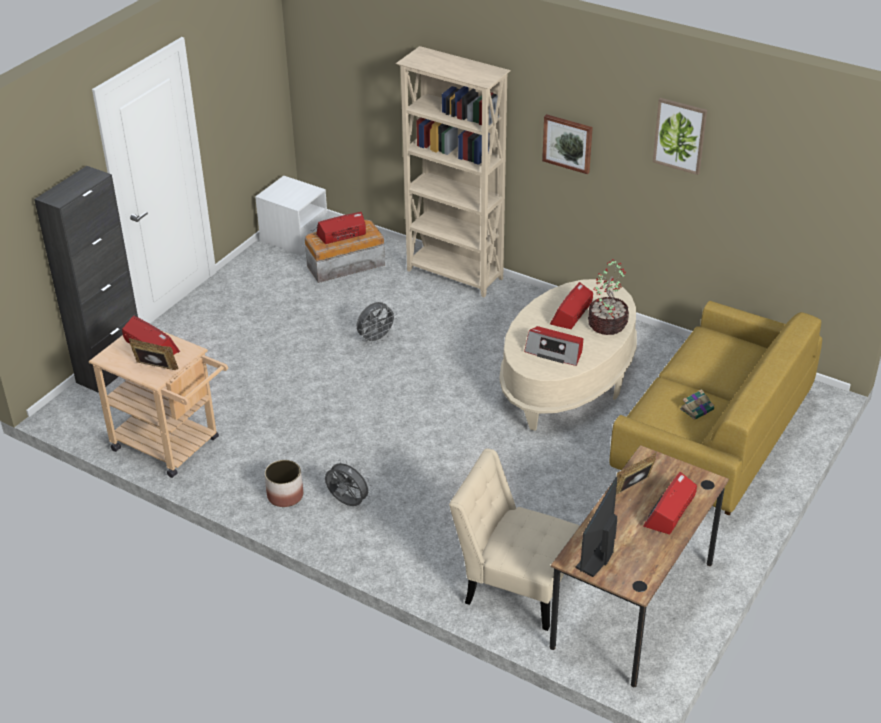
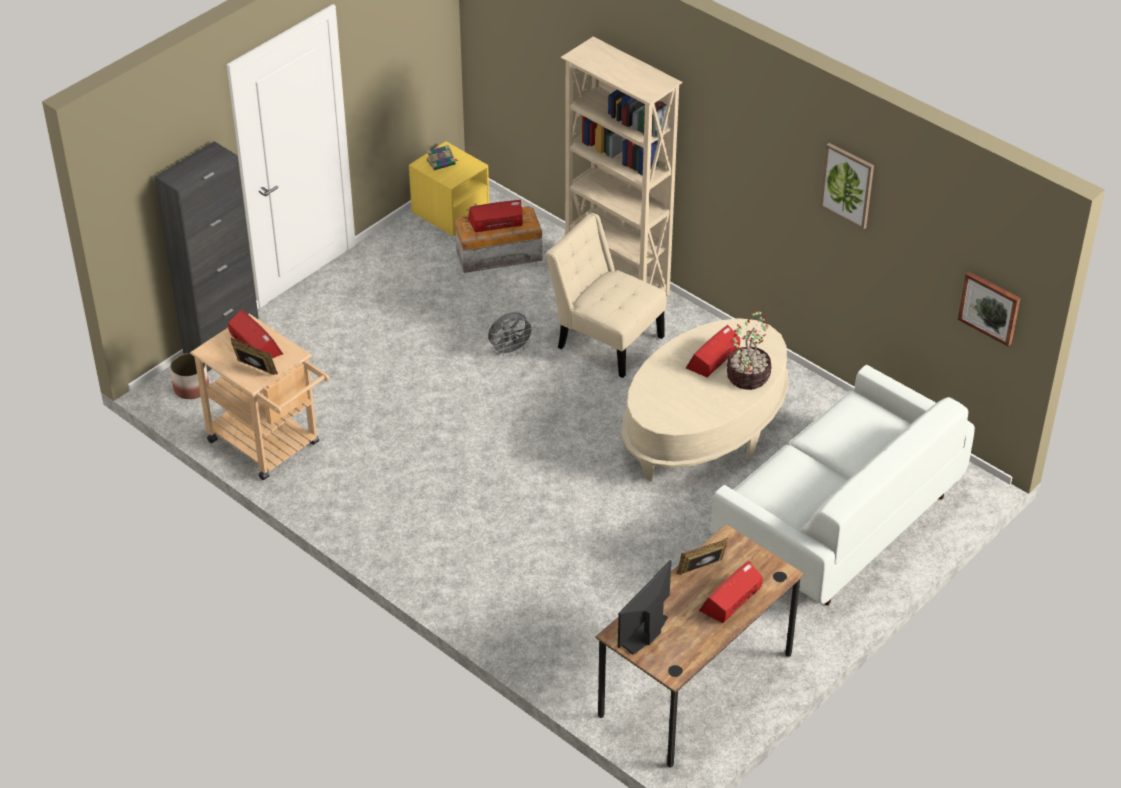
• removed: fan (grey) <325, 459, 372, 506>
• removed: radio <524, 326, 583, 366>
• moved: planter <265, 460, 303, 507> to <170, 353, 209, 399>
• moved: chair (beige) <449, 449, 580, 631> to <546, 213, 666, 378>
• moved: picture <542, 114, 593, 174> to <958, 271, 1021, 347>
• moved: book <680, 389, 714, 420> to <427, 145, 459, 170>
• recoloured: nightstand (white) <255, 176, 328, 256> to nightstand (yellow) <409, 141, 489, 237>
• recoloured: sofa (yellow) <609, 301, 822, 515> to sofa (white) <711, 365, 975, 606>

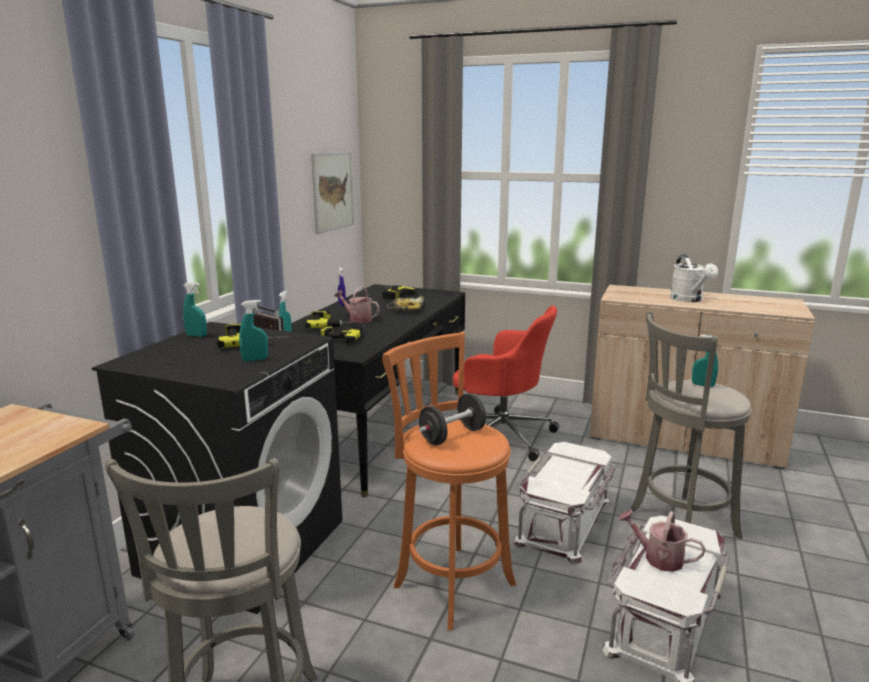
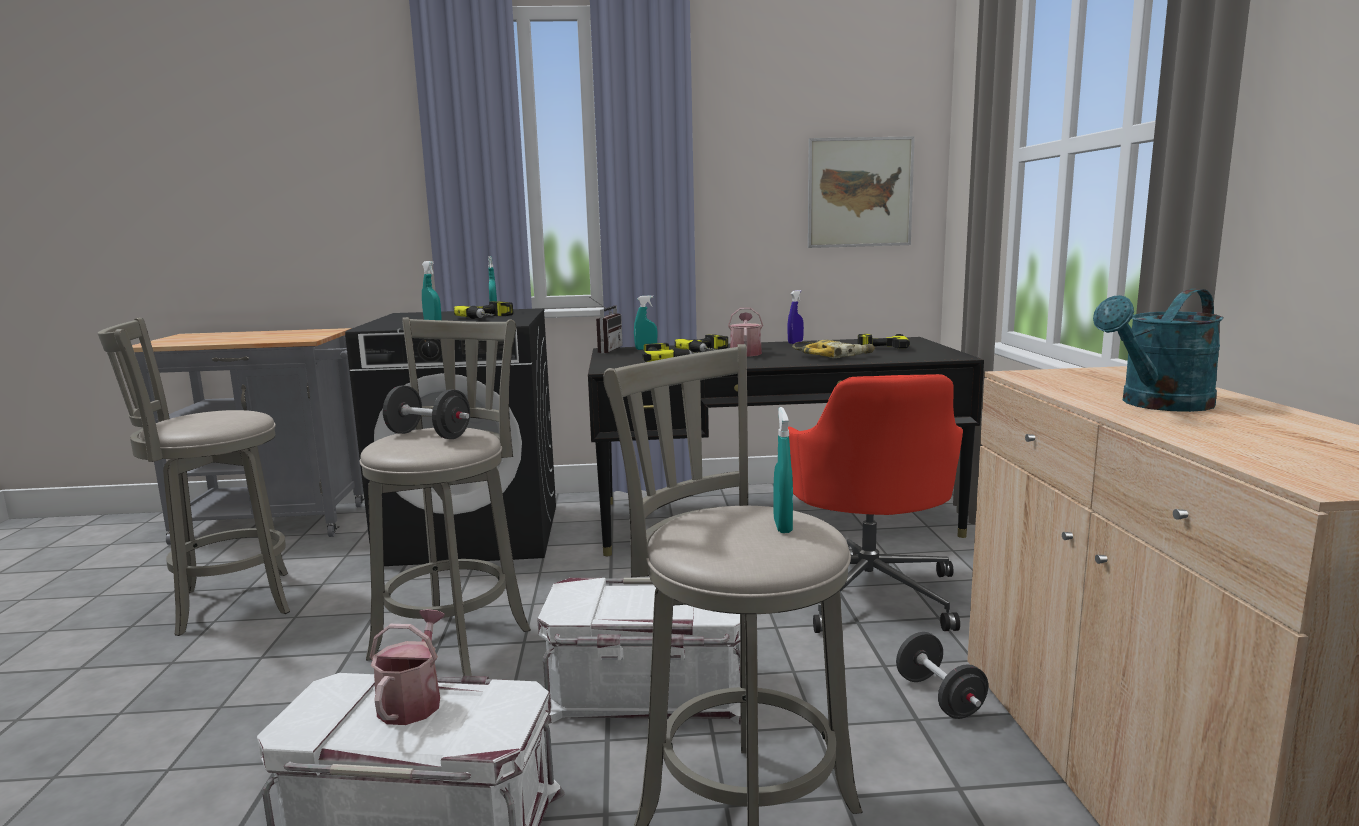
• added: dumbbell (black) <896, 632, 988, 719>
• recoloured: stool (orange) <382, 332, 516, 630> to stool (grey) <360, 317, 531, 676>
• recoloured: watering can (white) <670, 255, 718, 302> to watering can (turquoise) <1093, 289, 1223, 412>

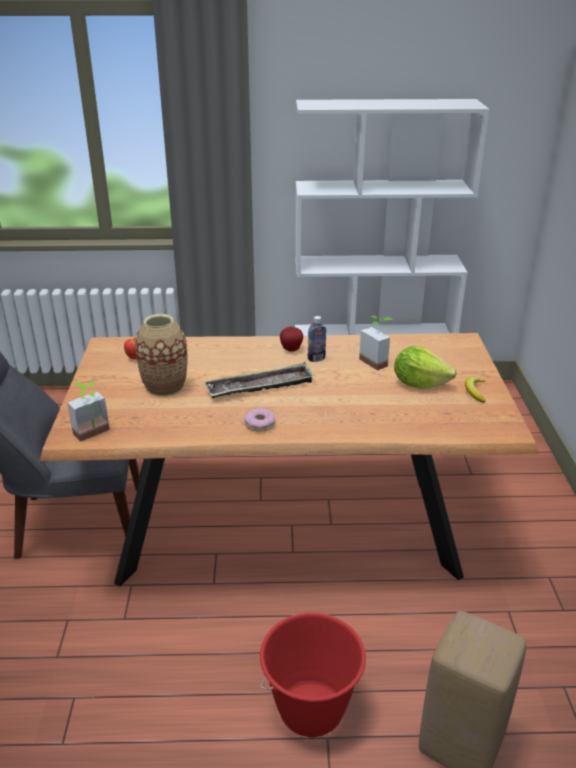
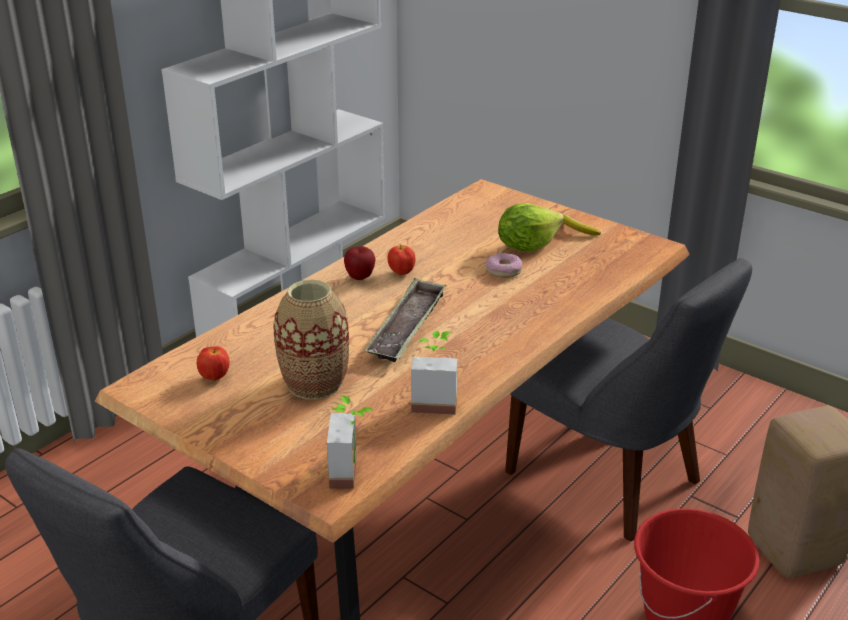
• added: chair (grey) <505, 258, 752, 541>
• moved: donut <244, 408, 275, 432> to <486, 253, 522, 278>
• moved: potted plant <359, 316, 393, 370> to <411, 331, 457, 415>
• replaced: bottle <308, 316, 326, 362> to apple <387, 245, 415, 275>

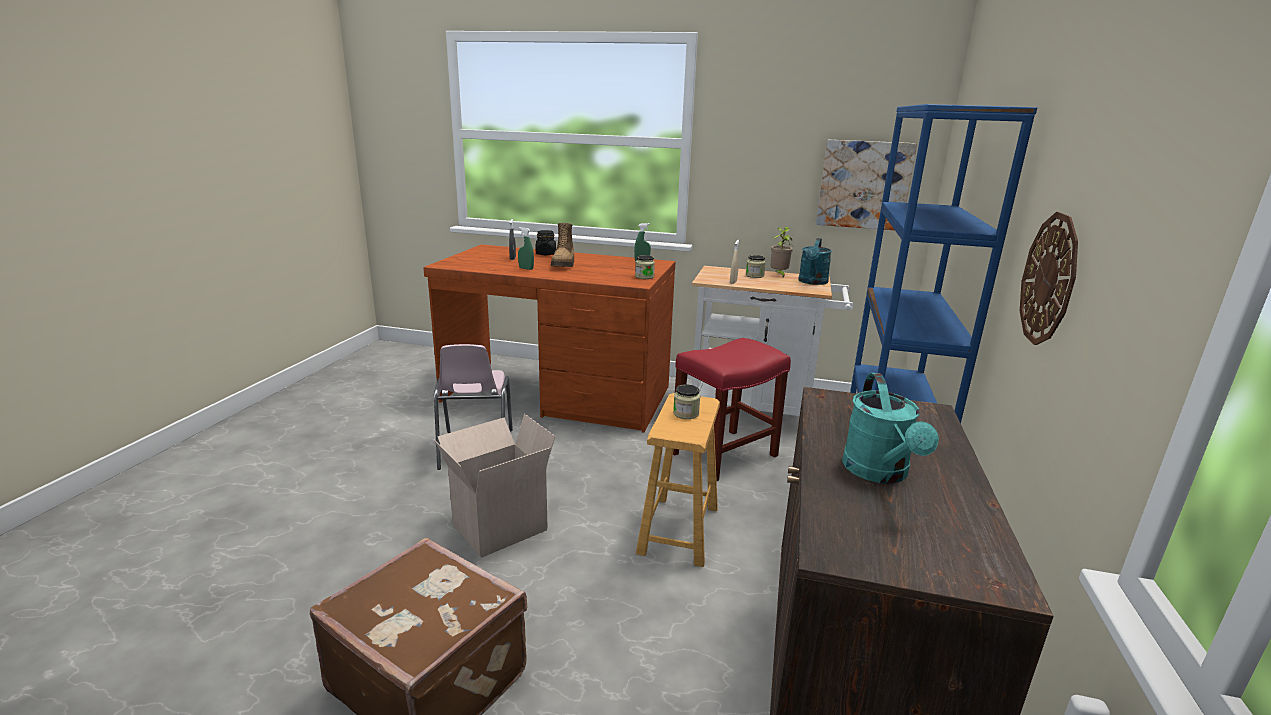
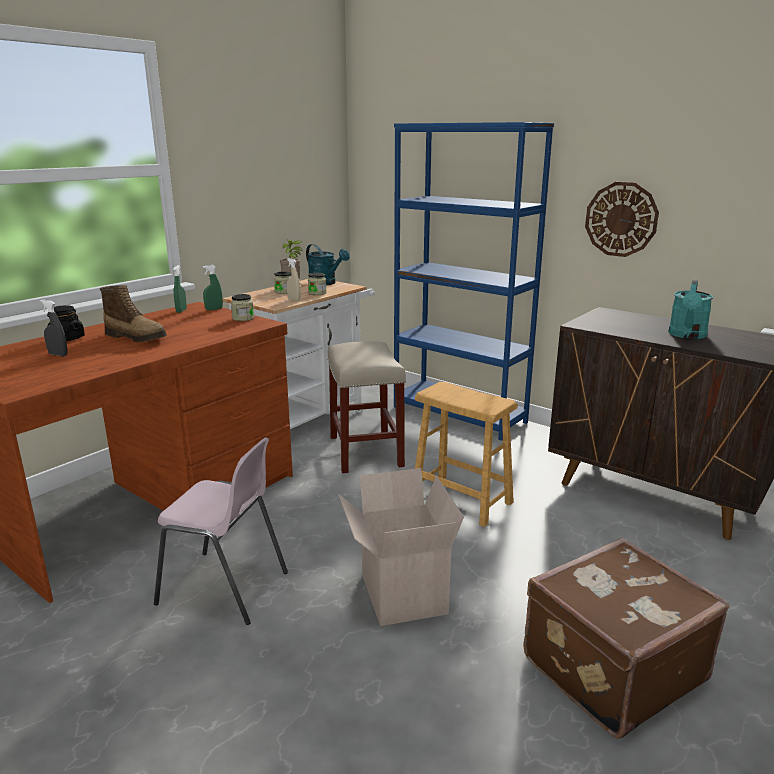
• removed: picture <816, 140, 917, 230>
• moved: spray bottle (green) <518, 227, 534, 270> to <203, 265, 223, 310>
• moved: jar <673, 384, 700, 419> to <308, 273, 327, 295>
• recoloured: stool (red) <673, 338, 791, 481> to stool (beige) <327, 341, 406, 473>
• turned: watering can (turquoise) <842, 373, 939, 484> = <668, 280, 713, 339> 90 degrees clockwise

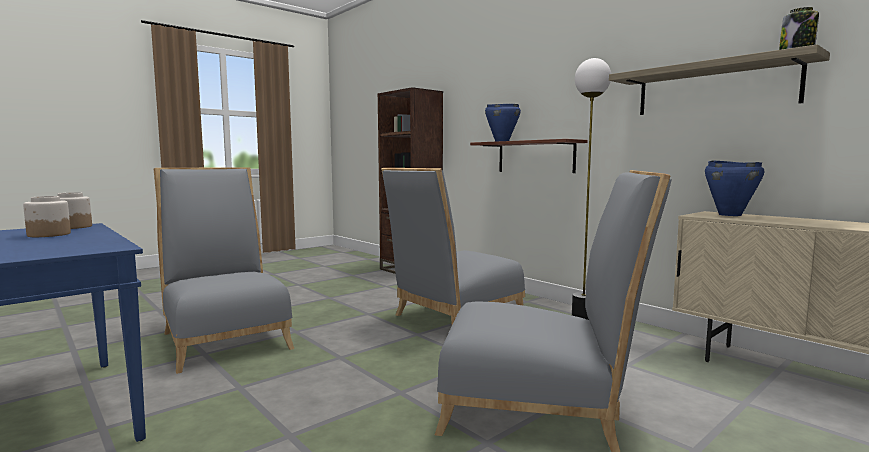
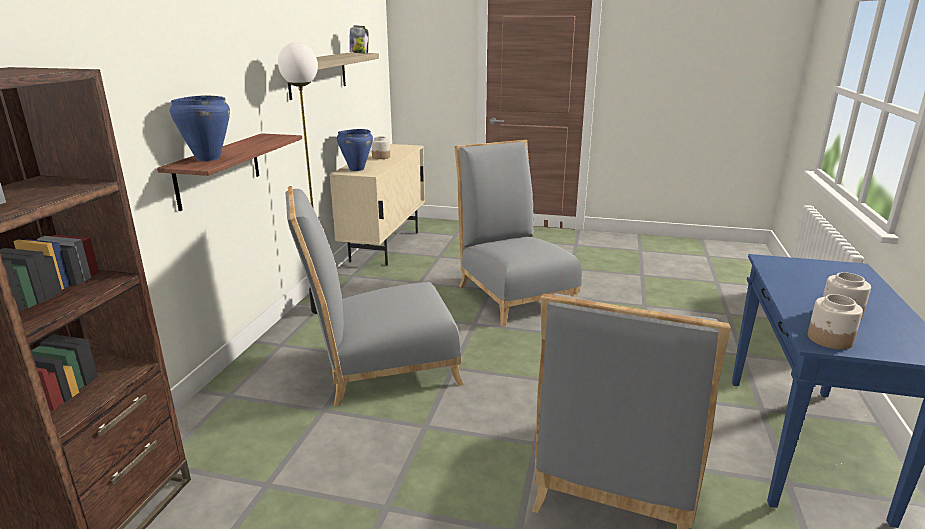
• added: jar <371, 136, 390, 159>
• turned: chair (grey) <381, 168, 525, 325> = <286, 186, 464, 406> 150 degrees clockwise

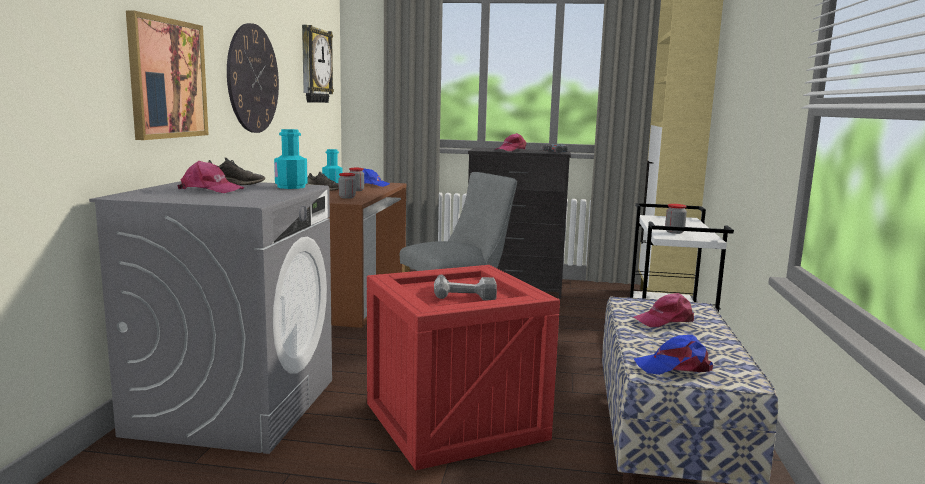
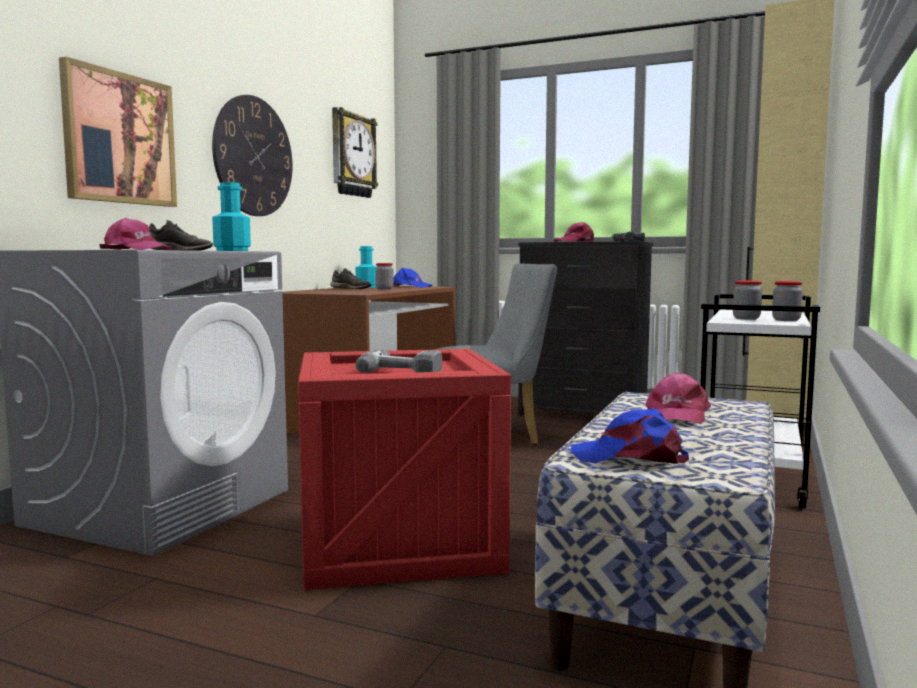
• moved: jar <339, 173, 356, 199> to <772, 281, 803, 321>
• turned: cap (pink) <633, 293, 694, 327> = <645, 372, 711, 424> 75 degrees counterclockwise

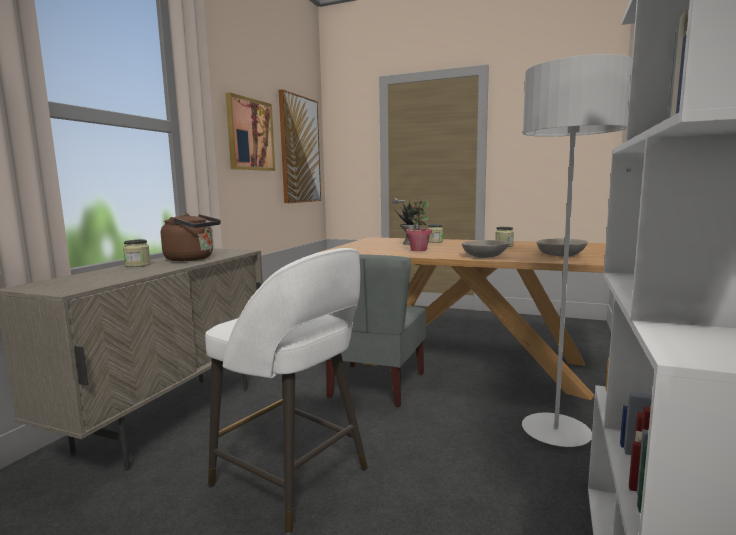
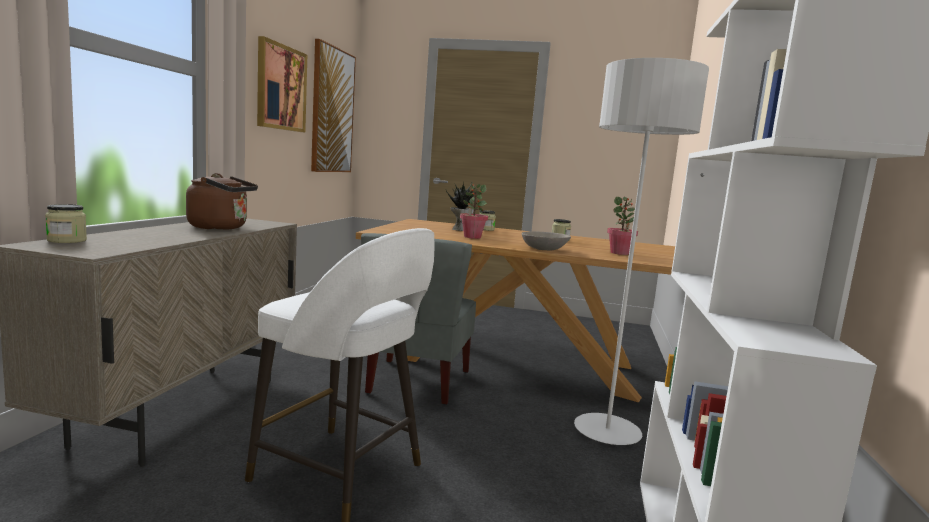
• moved: jar <123, 240, 151, 267> to <45, 204, 87, 243>
• replaced: bowl (grey) <537, 238, 588, 257> to potted plant <607, 197, 638, 255>

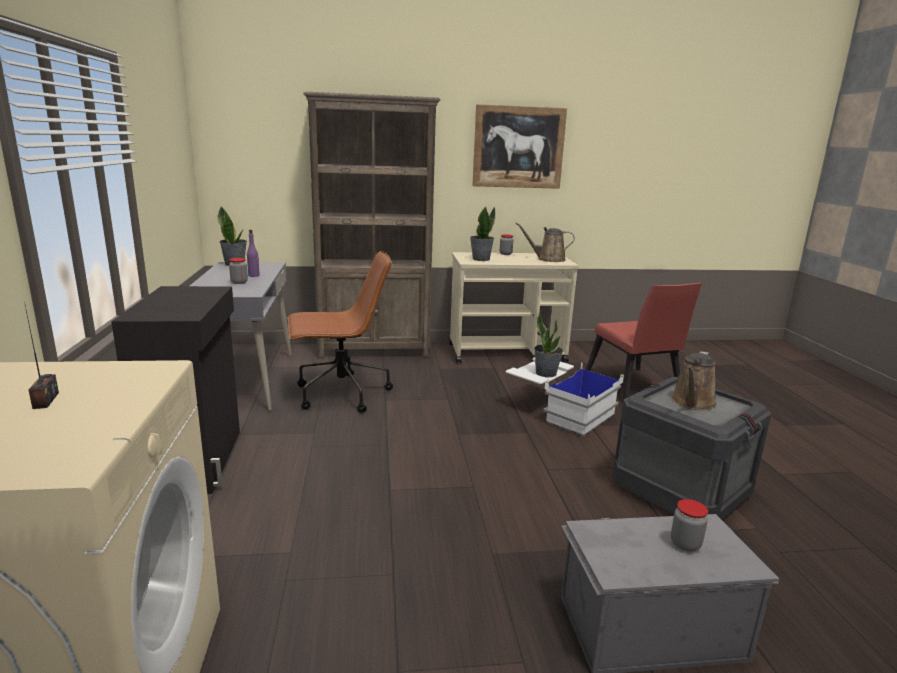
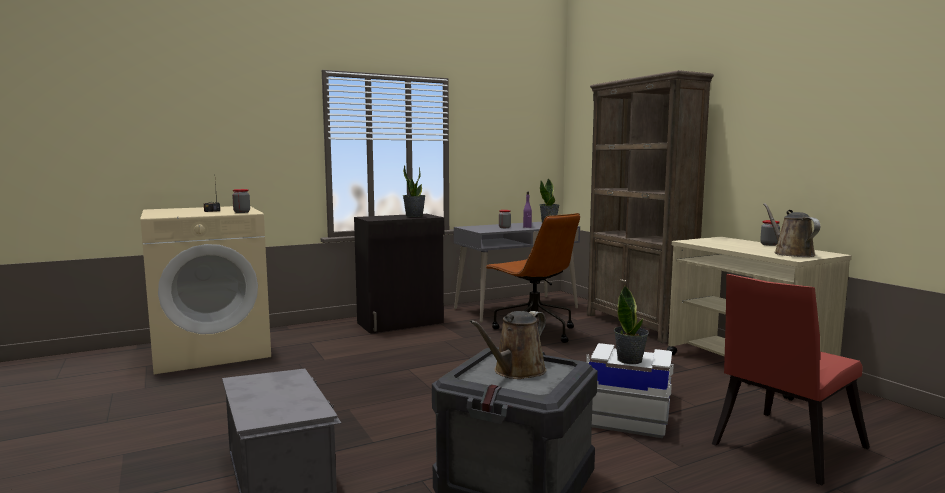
• removed: picture <472, 104, 567, 189>
• moved: potted plant <470, 206, 495, 261> to <403, 165, 426, 217>
• moved: jar <671, 499, 708, 552> to <232, 189, 250, 213>
• turned: watering can (brown) <671, 351, 717, 410> = <470, 311, 547, 379> 60 degrees counterclockwise

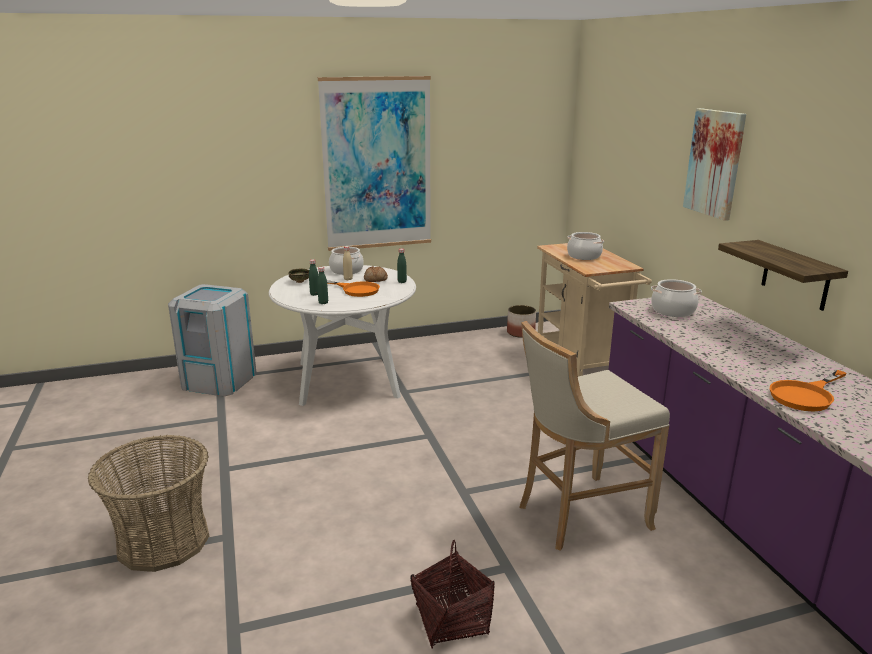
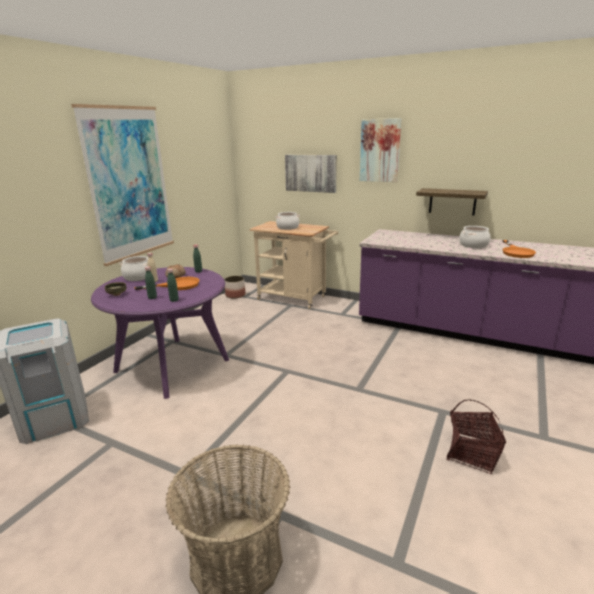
• removed: stool (beige) <520, 321, 670, 551>
• added: picture <285, 155, 337, 193>
• moved: cooking pot <651, 279, 702, 317> to <459, 226, 491, 248>
• recoloured: dining table (white) <269, 265, 416, 406> to dining table (purple) <91, 267, 229, 399>

